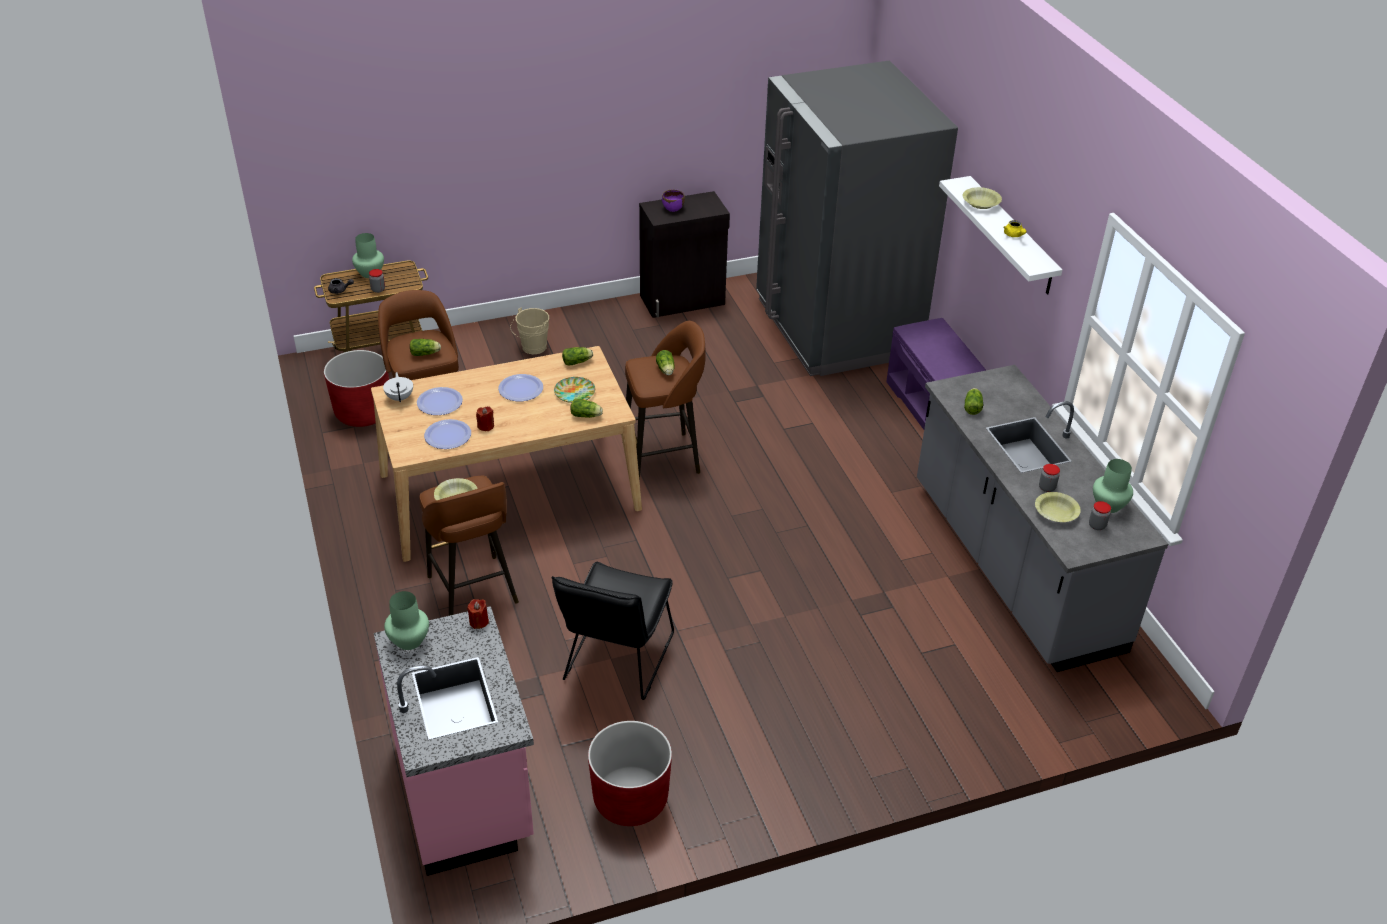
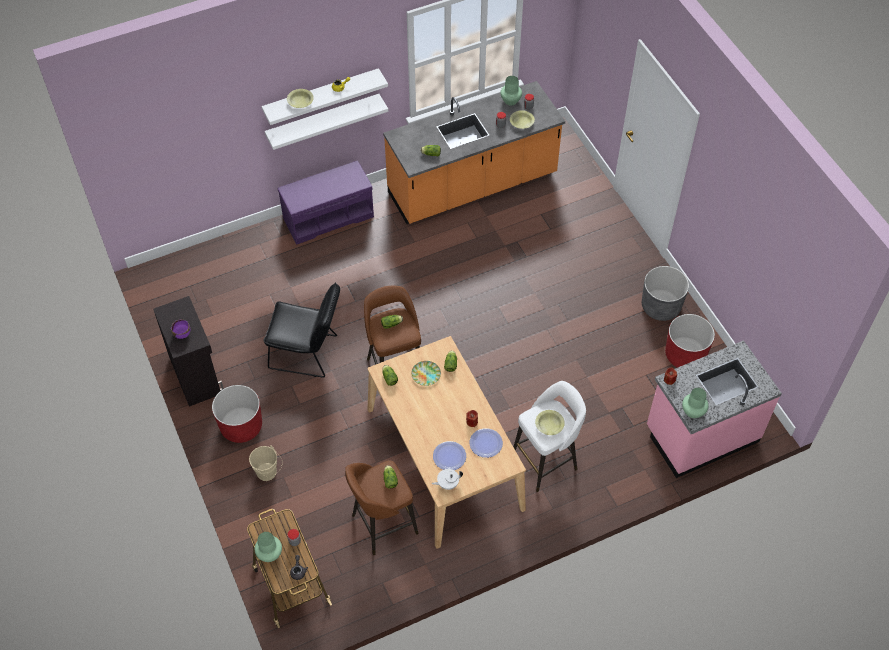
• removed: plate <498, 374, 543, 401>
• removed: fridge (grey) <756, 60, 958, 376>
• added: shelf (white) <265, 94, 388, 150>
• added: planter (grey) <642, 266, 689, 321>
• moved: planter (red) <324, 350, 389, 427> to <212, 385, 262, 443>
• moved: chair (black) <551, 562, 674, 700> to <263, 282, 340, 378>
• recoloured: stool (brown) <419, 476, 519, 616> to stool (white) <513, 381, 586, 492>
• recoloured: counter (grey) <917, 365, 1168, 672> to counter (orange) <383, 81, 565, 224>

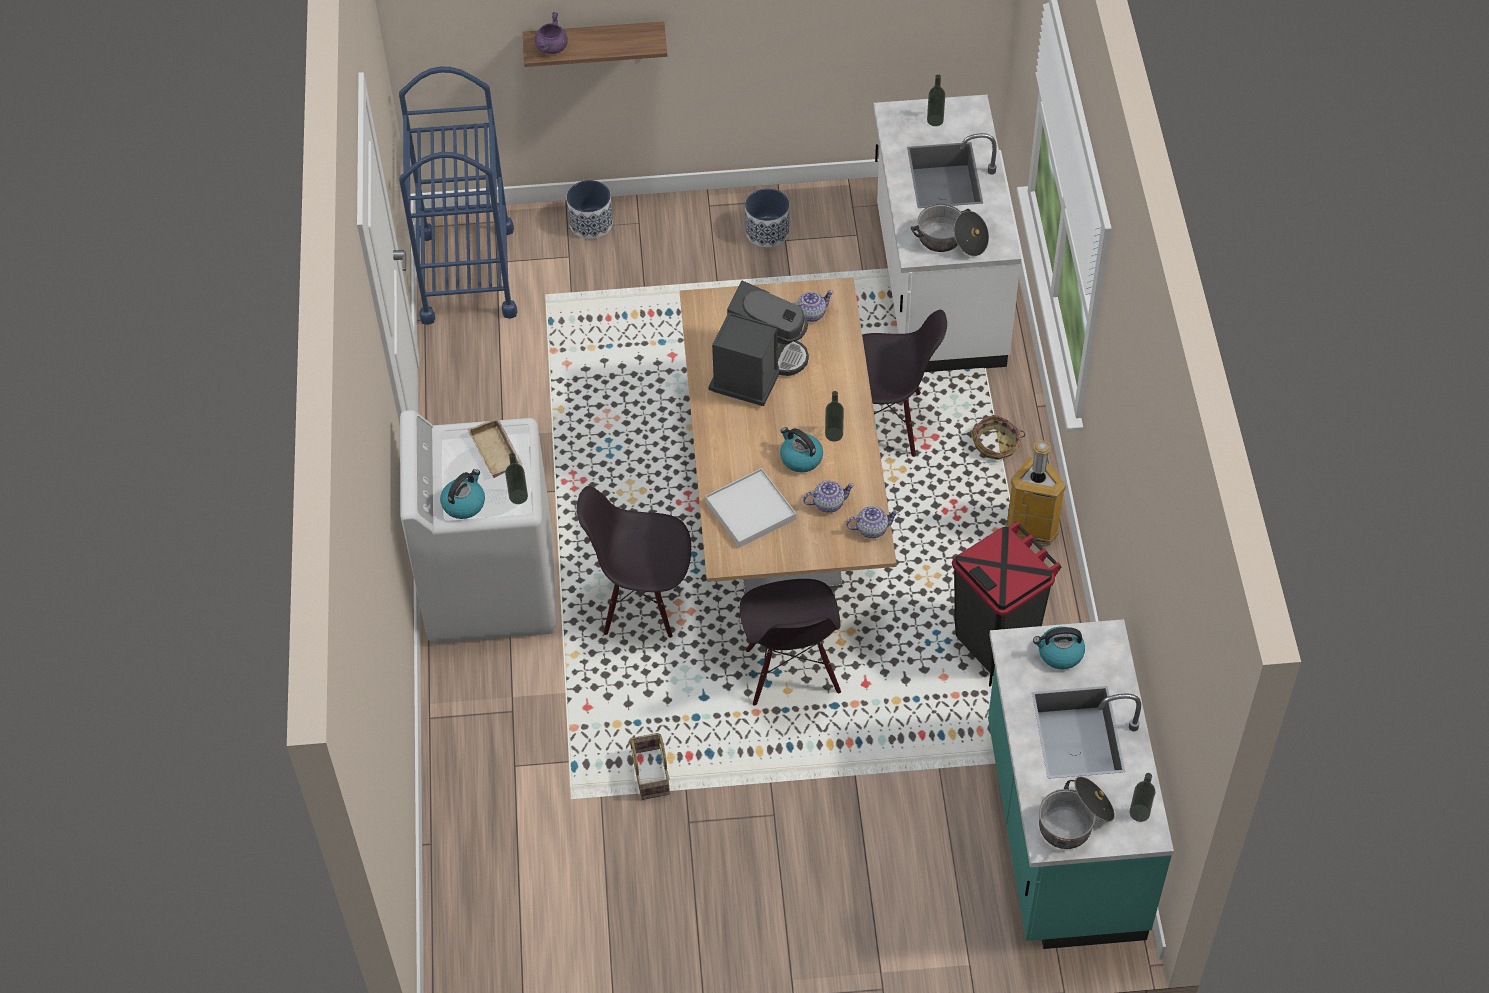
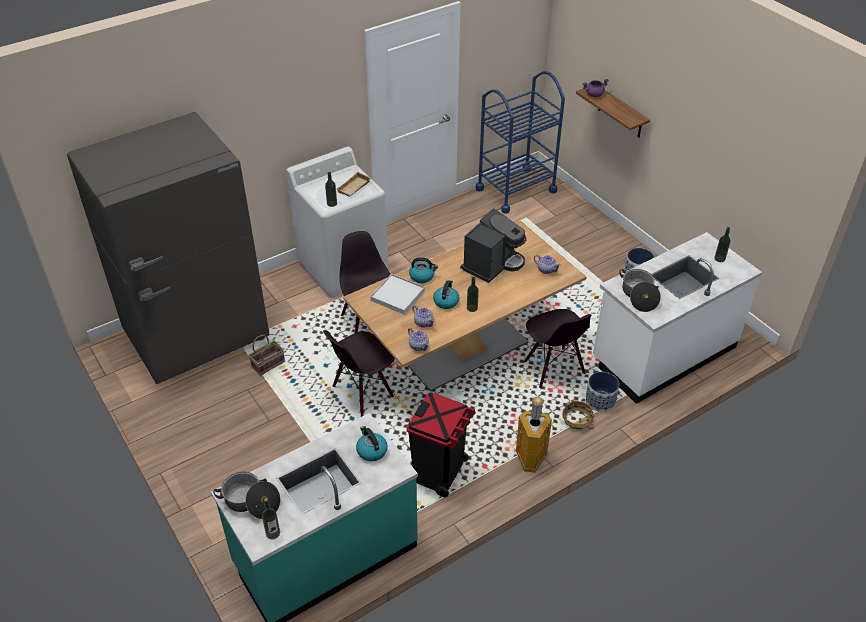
• added: fridge (grey) <67, 112, 270, 384>
• moved: kettle <440, 469, 485, 519> to <409, 257, 438, 283>
• moved: planter <566, 180, 613, 239> to <585, 372, 619, 412>
• turned: coffee machine <708, 280, 809, 406> = <460, 208, 526, 283> 45 degrees counterclockwise

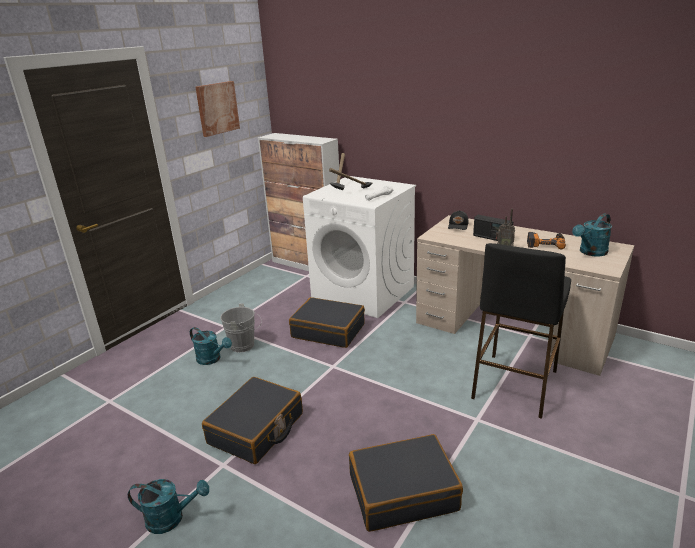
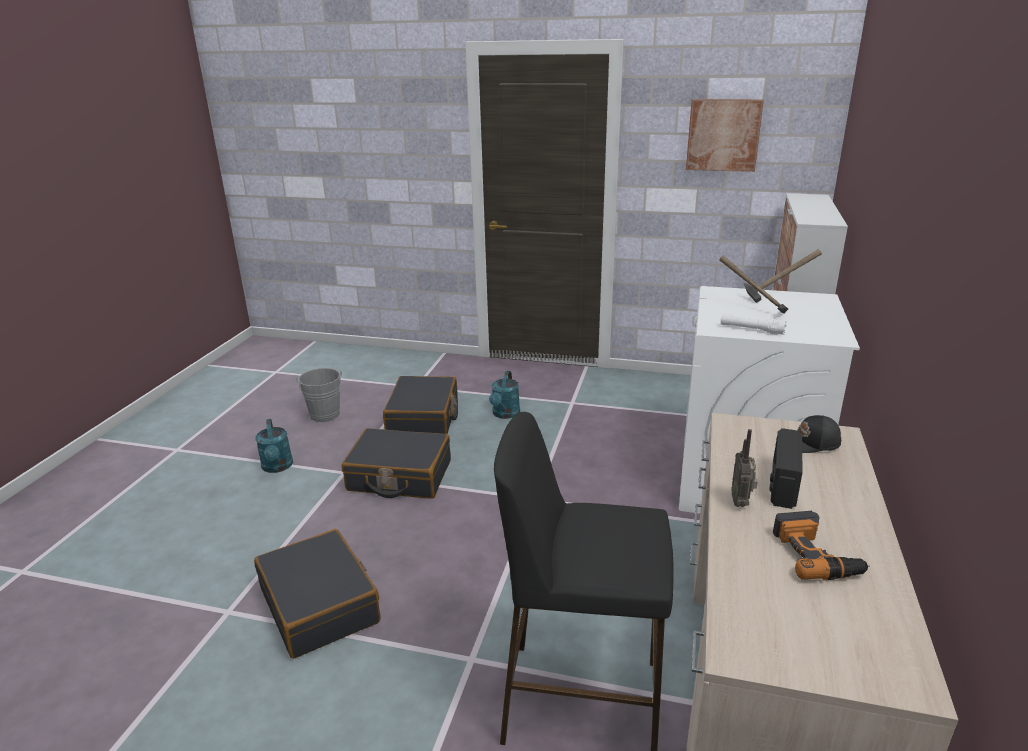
• removed: watering can (turquoise) <572, 214, 612, 256>
• moved: bucket (grey) <220, 303, 262, 353> to <296, 368, 342, 423>
• moved: suitcase (black) <289, 297, 365, 348> to <383, 376, 458, 434>

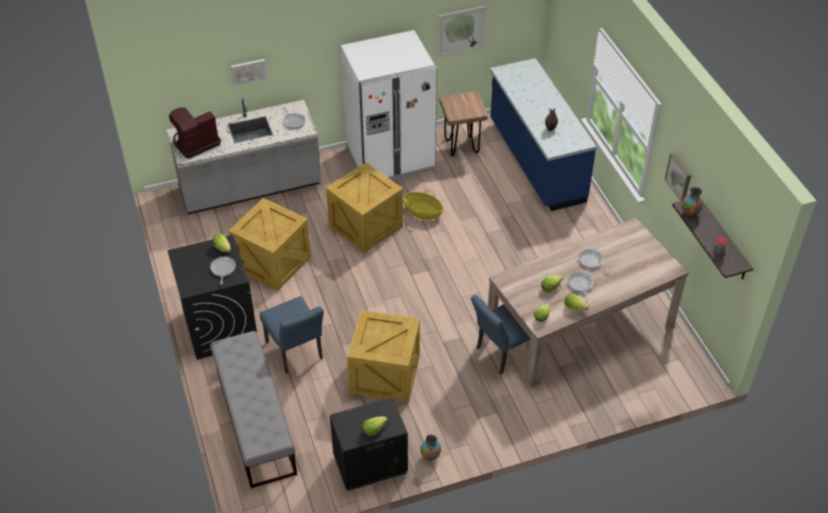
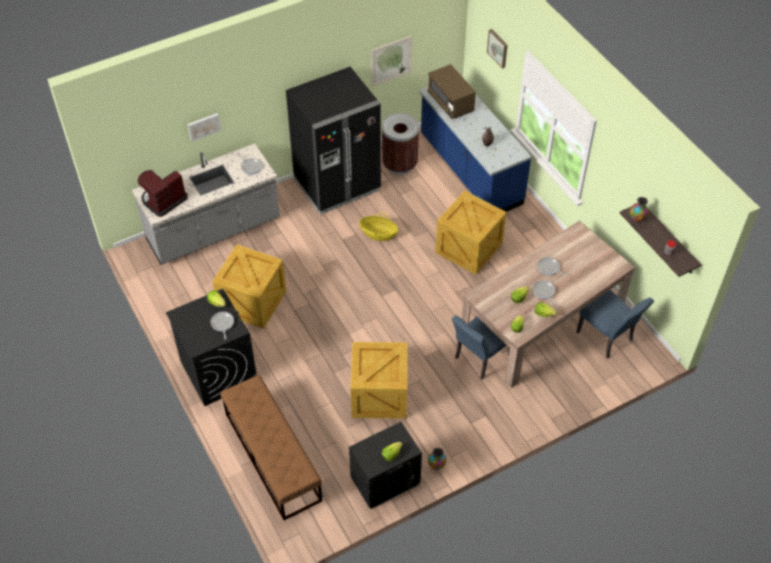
• added: microwave (brown) <427, 64, 476, 119>
• moved: chair (blue) <260, 296, 324, 374> to <576, 290, 654, 359>
• moved: crate <326, 162, 403, 253> to <435, 191, 506, 275>
• moved: picture <665, 153, 691, 201> to <487, 29, 508, 68>
• replaced: stool (brown) <439, 91, 488, 157> to trash can (brown) <382, 113, 419, 175>
• recoloured: bench (grey) <210, 331, 297, 488> to bench (brown) <221, 375, 322, 520>
• recoloured: fridge (white) <341, 30, 437, 180> to fridge (black) <286, 67, 381, 215>

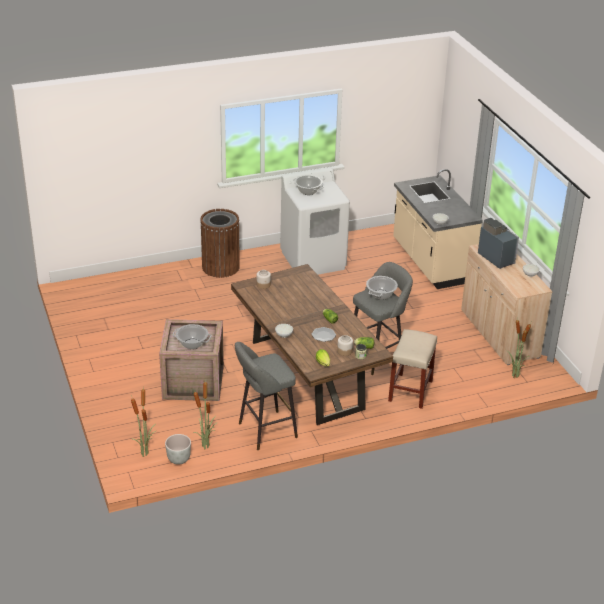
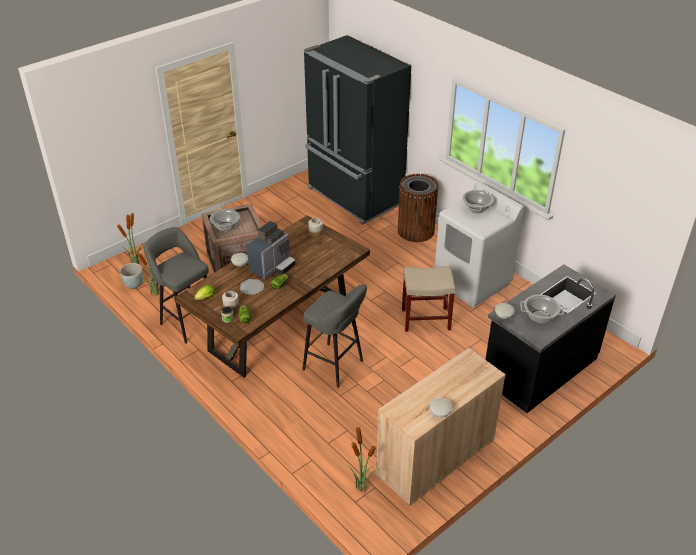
• added: fridge (black) <304, 35, 411, 225>
• moved: cooking pot <366, 276, 398, 300> to <521, 294, 564, 323>
• moved: stool (beige) <388, 329, 437, 409> to <402, 266, 455, 332>
• moved: coffee machine <478, 218, 519, 269> to <247, 221, 295, 280>
• recoloured: counter (beige) <393, 169, 483, 289> to counter (black) <486, 264, 616, 413>

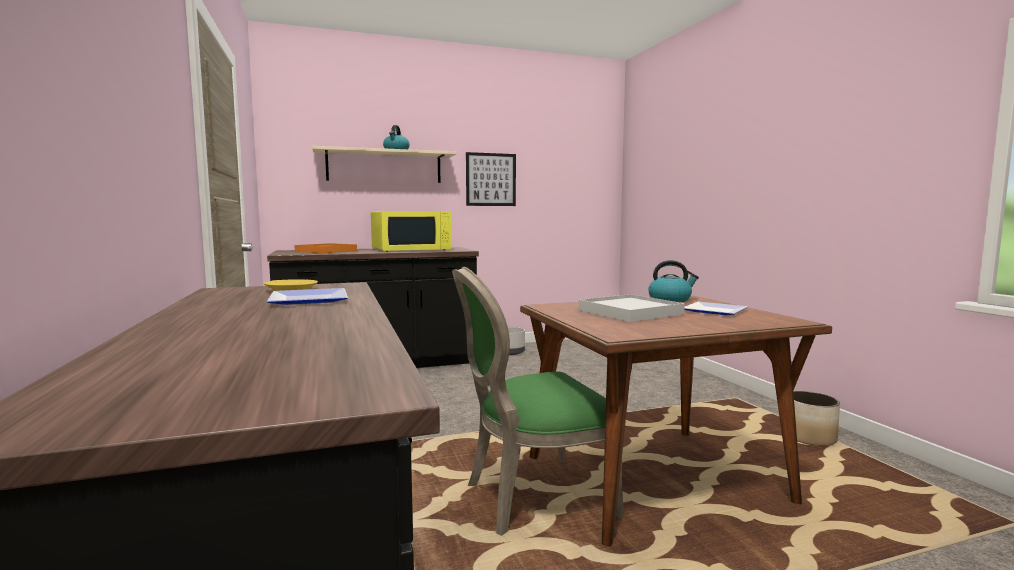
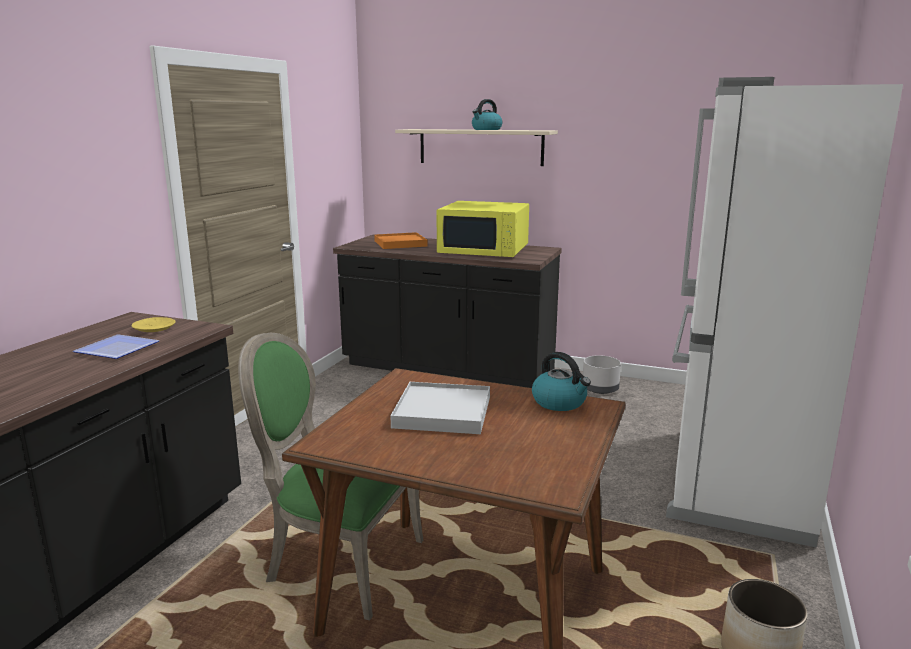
• removed: picture <466, 152, 516, 206>
• removed: plate <684, 302, 747, 315>
• added: fridge (white) <666, 77, 903, 548>

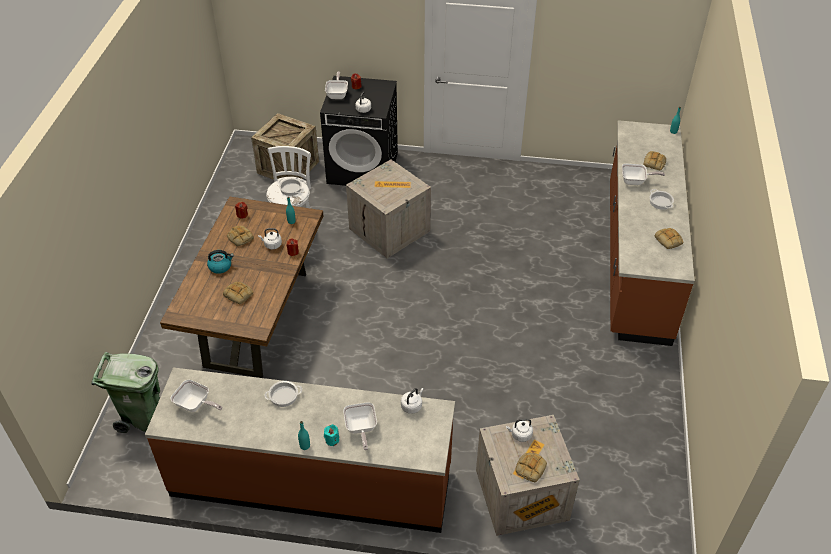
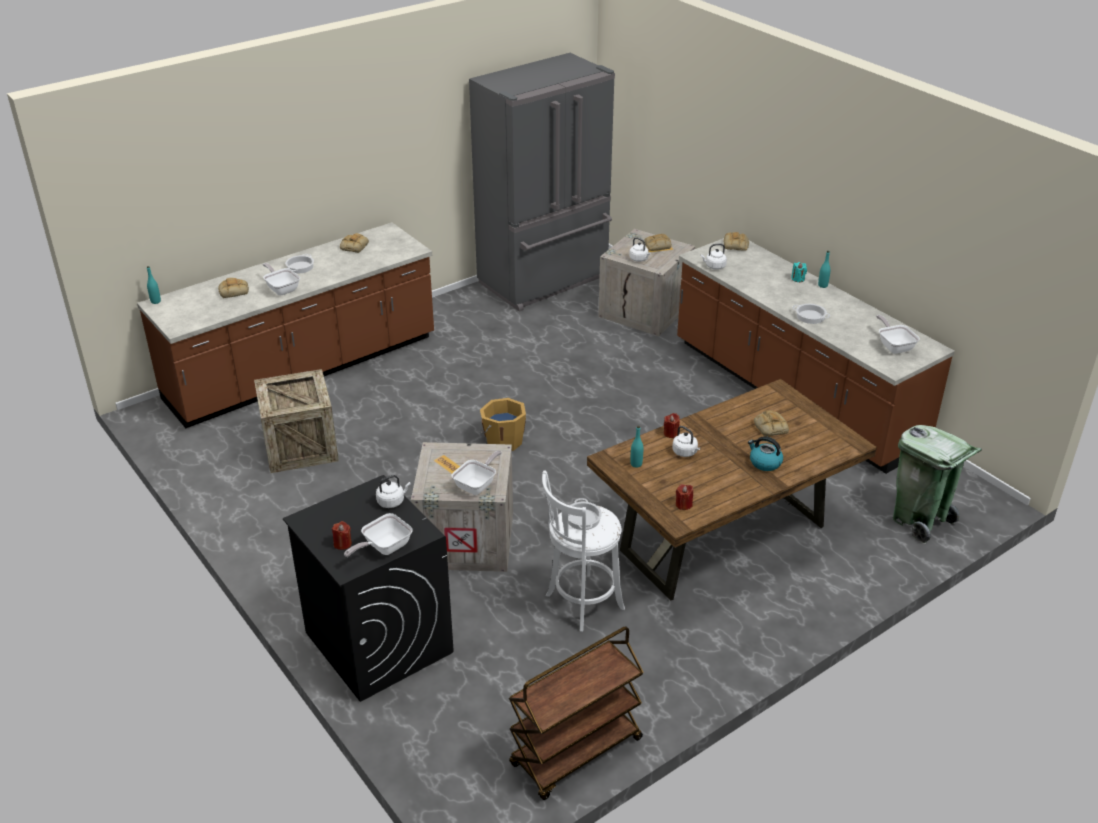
• added: fridge (grey) <469, 53, 615, 312>
• added: bucket (orange) <480, 398, 526, 451>
• added: cart (brown) <509, 626, 644, 800>
• moved: bread <227, 226, 254, 246> to <724, 232, 749, 251>
• moved: crate <251, 113, 319, 180> to <254, 369, 339, 473>
• moved: frying pan <343, 402, 377, 450> to <452, 451, 502, 495>

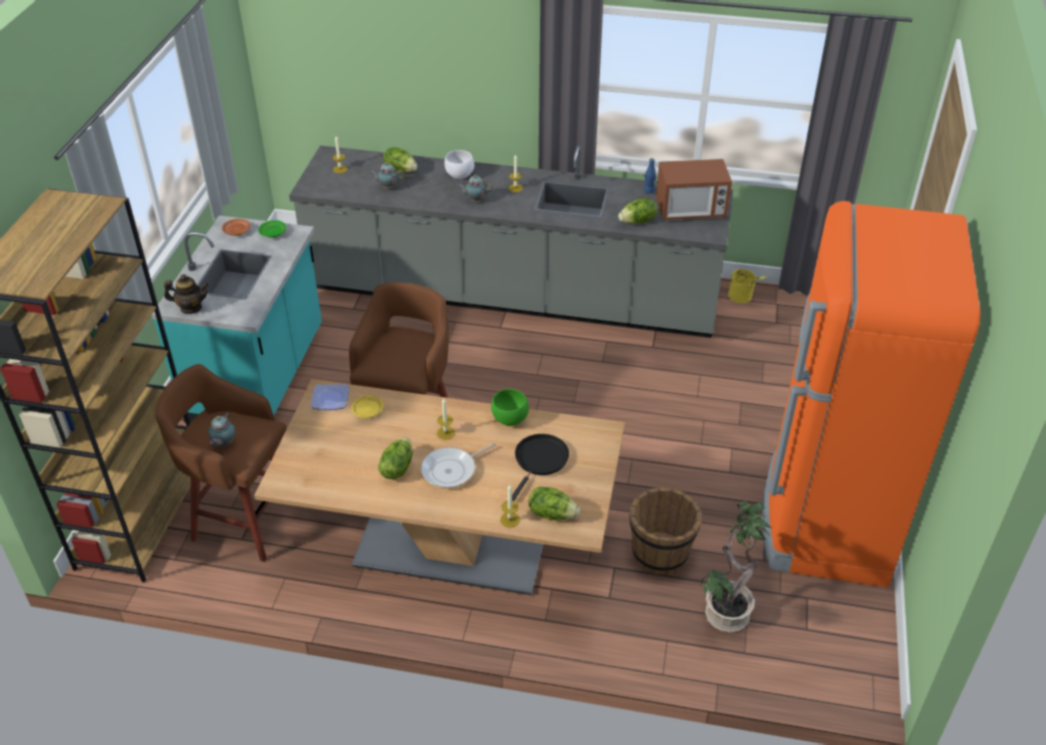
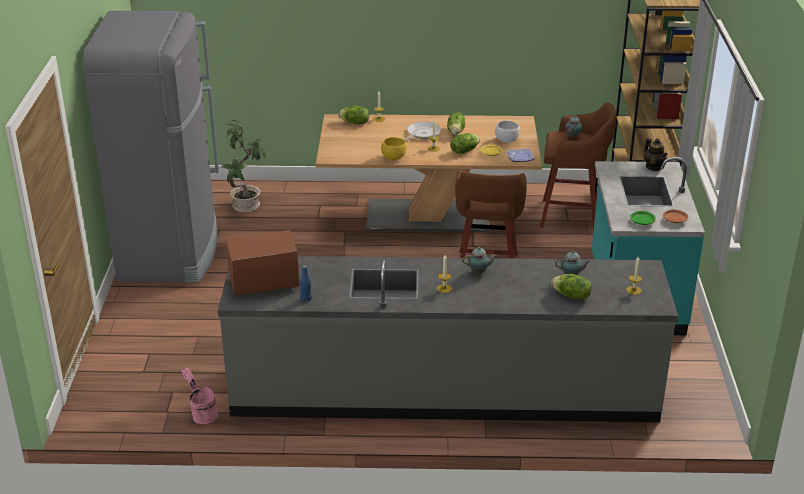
• removed: frying pan (black) <512, 434, 569, 501>
• removed: bucket (brown) <630, 487, 702, 575>
• moved: bowl (white) <445, 150, 474, 179> to <495, 121, 520, 143>
• moved: lettuce <618, 198, 658, 224> to <450, 133, 480, 154>
• recoloured: bowl (green) <491, 389, 529, 426> to bowl (yellow) <381, 137, 407, 160>
• recoloured: bucket (yellow) <728, 269, 767, 303> to bucket (pink) <181, 368, 218, 424>
• recoloured: fridge (orange) <762, 201, 981, 587> to fridge (grey) <83, 11, 219, 283>
• turned: teapot <164, 274, 209, 314> = <644, 138, 668, 171> 105 degrees counterclockwise

